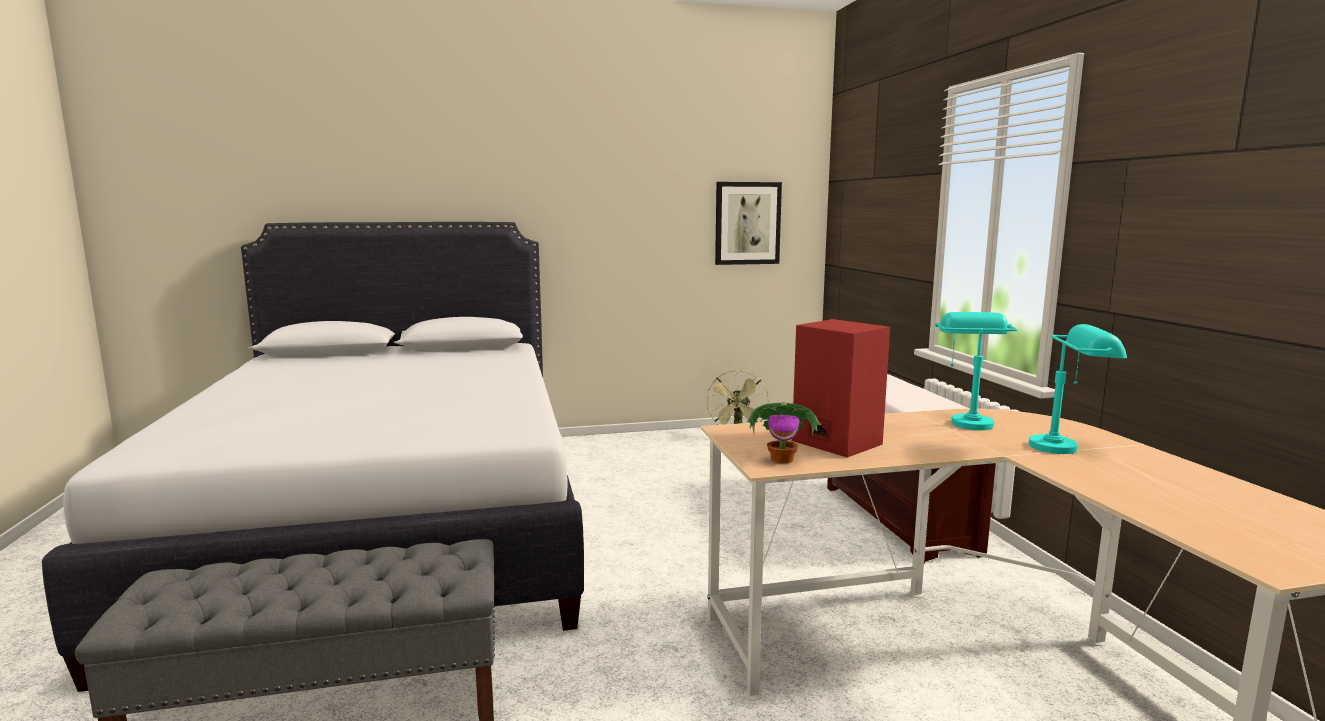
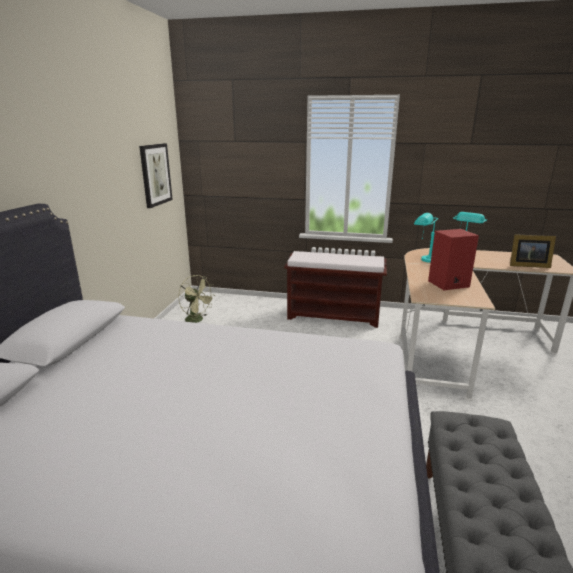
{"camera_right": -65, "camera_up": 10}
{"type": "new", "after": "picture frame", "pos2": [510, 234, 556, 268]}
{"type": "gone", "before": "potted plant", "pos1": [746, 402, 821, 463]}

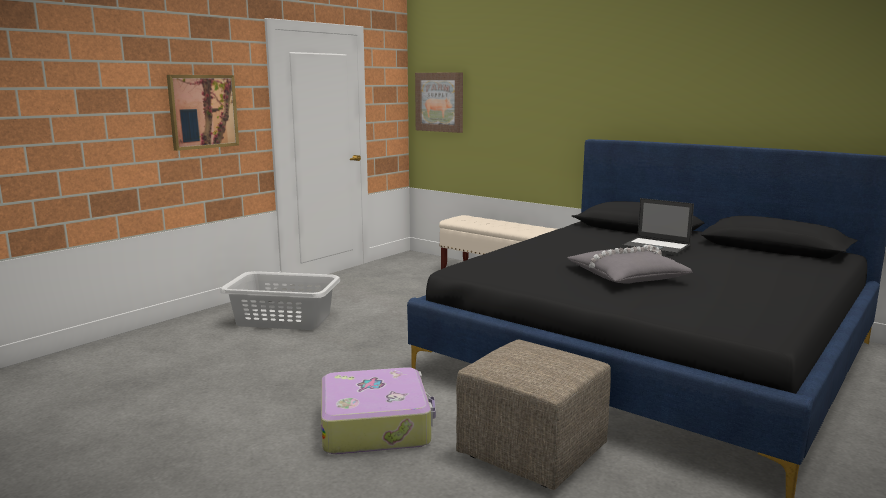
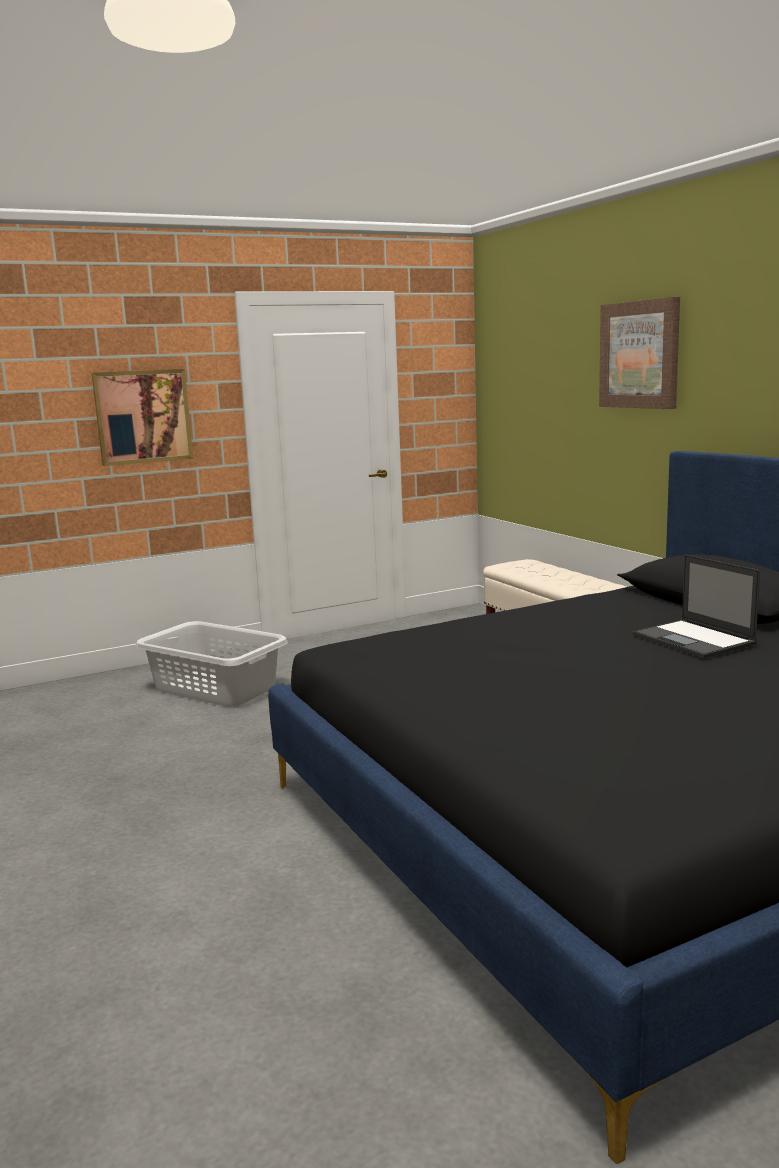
{"camera_right": 25, "camera_up": 0}
{"type": "shifted", "before": "picture", "pos1": [415, 72, 463, 133], "pos2": [599, 297, 680, 409]}
{"type": "gone", "before": "suitcase", "pos1": [321, 367, 436, 454]}
{"type": "gone", "before": "ottoman (beige)", "pos1": [456, 339, 611, 490]}
{"type": "gone", "before": "pillow (grey)", "pos1": [567, 245, 692, 284]}

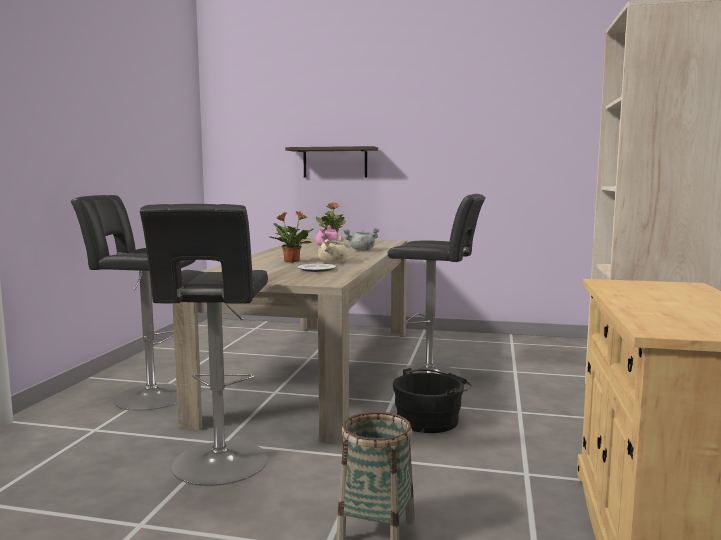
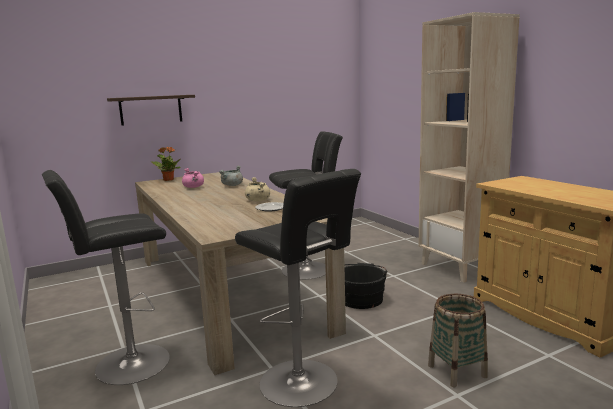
{"camera_right": -40, "camera_up": 5}
{"type": "gone", "before": "potted plant", "pos1": [270, 211, 313, 263]}

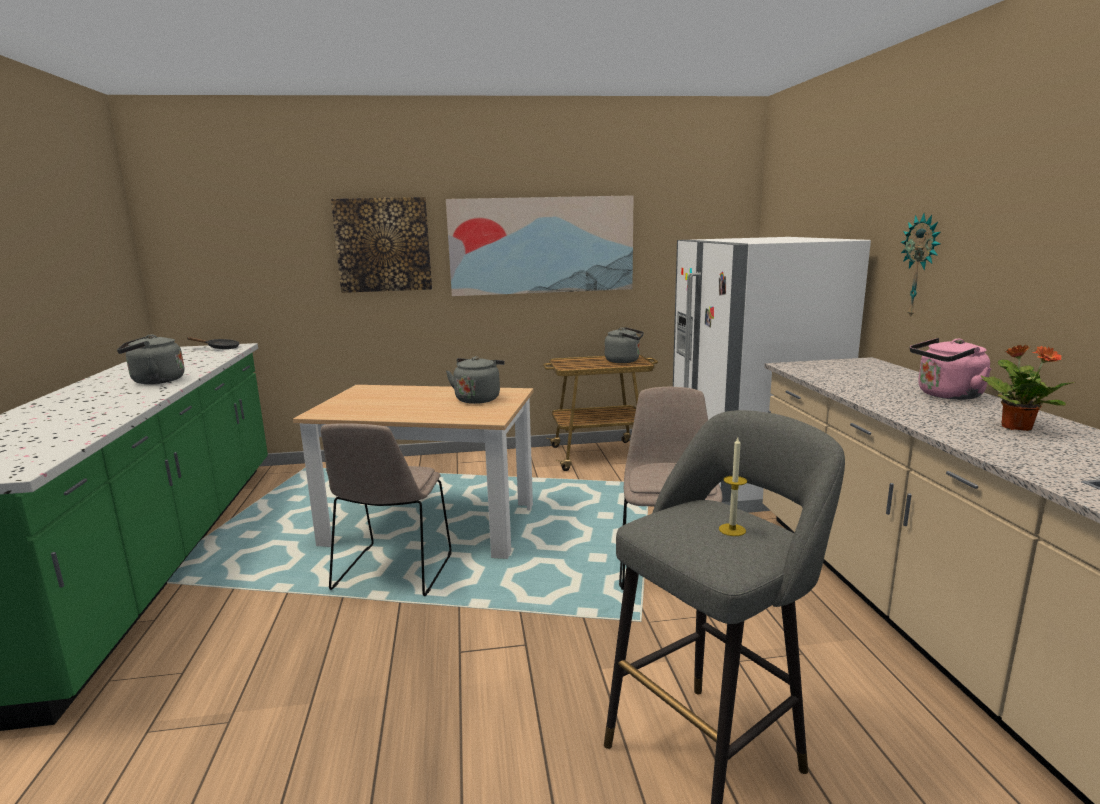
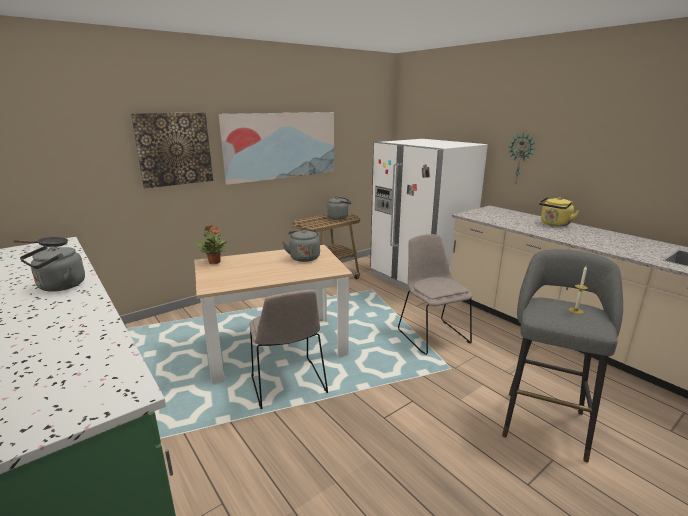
{"camera_right": -30, "camera_up": 5}
{"type": "shifted", "before": "potted plant", "pos1": [981, 344, 1074, 431], "pos2": [194, 225, 227, 264]}
{"type": "repainted", "before": "kettle (pink)", "after": "kettle (yellow)", "pos1": [910, 338, 992, 400], "pos2": [539, 197, 579, 226]}

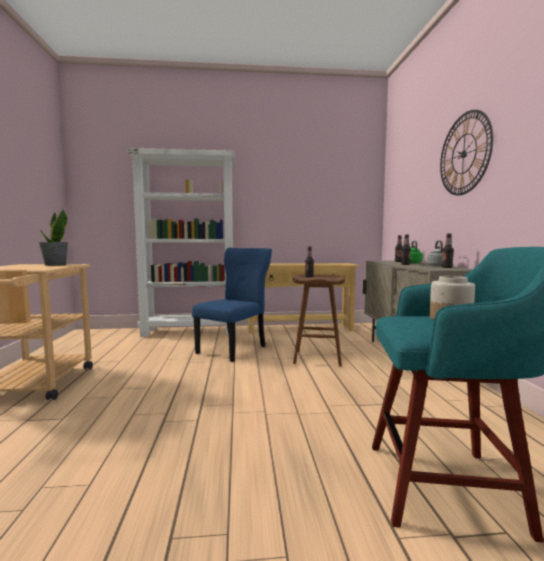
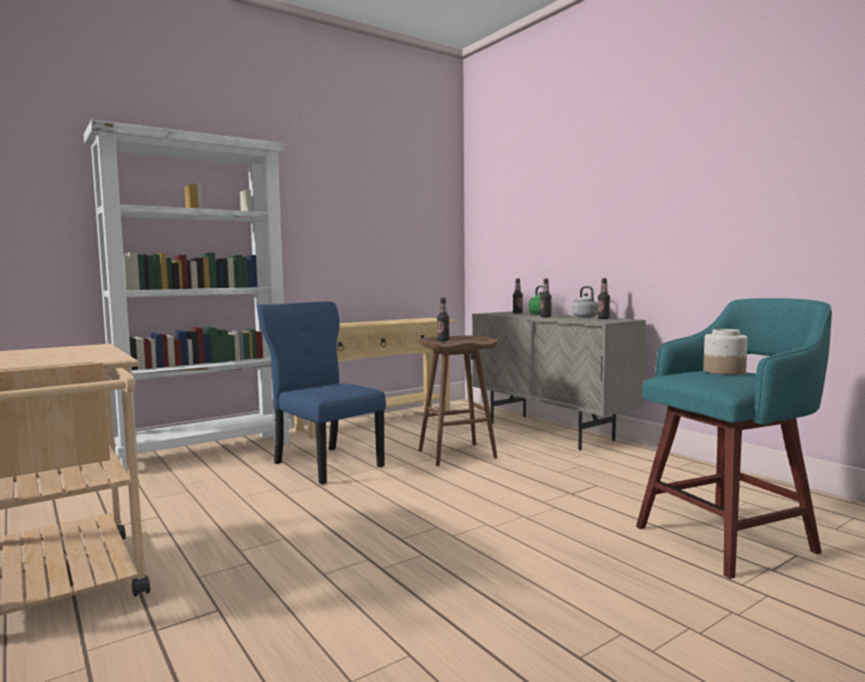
{"camera_right": -30, "camera_up": 0}
{"type": "rotated", "before": "chair (blue)", "pos1": [192, 248, 272, 362], "pos2": [257, 302, 386, 485], "turn": -45}
{"type": "gone", "before": "potted plant", "pos1": [39, 209, 68, 266]}
{"type": "gone", "before": "wall clock", "pos1": [440, 110, 493, 196]}

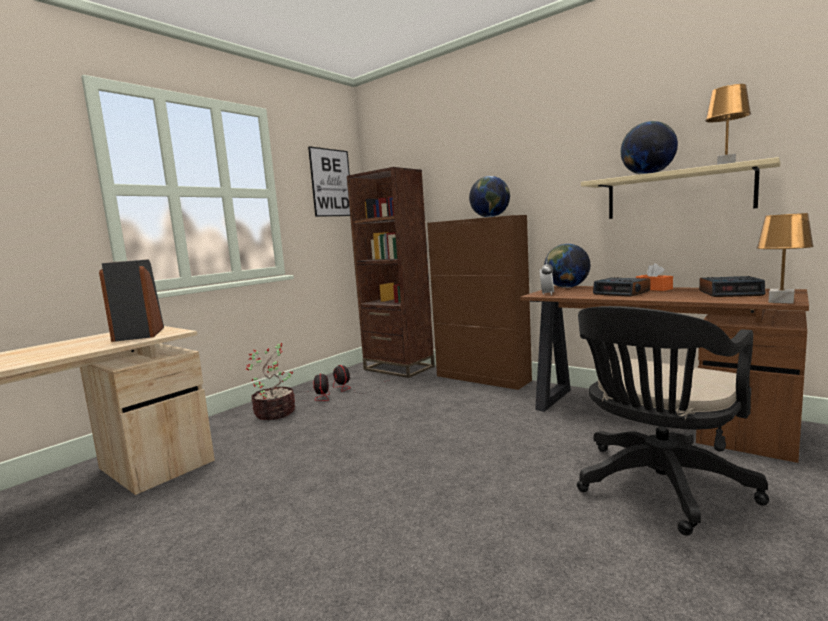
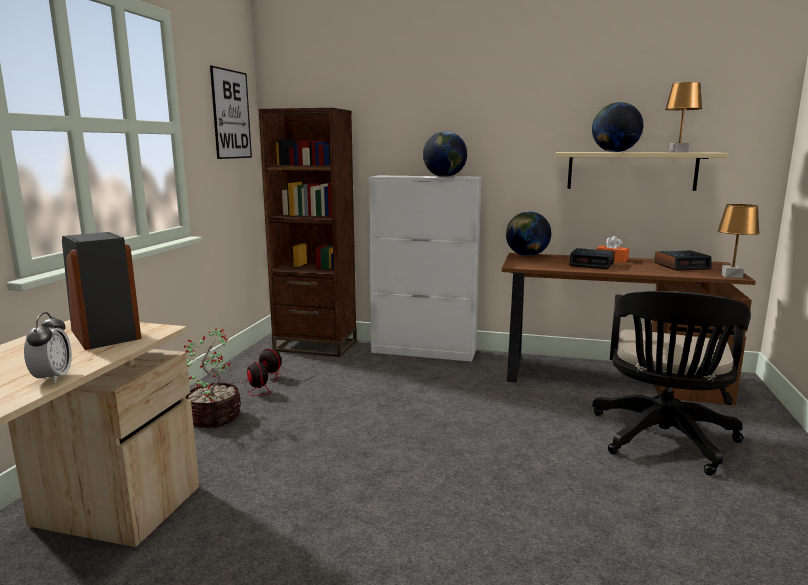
{"camera_right": -25, "camera_up": 5}
{"type": "shifted", "before": "alarm clock", "pos1": [540, 260, 554, 295], "pos2": [24, 312, 72, 383]}
{"type": "repainted", "before": "cabinet (brown)", "after": "cabinet (white)", "pos1": [427, 215, 532, 390], "pos2": [368, 176, 482, 362]}

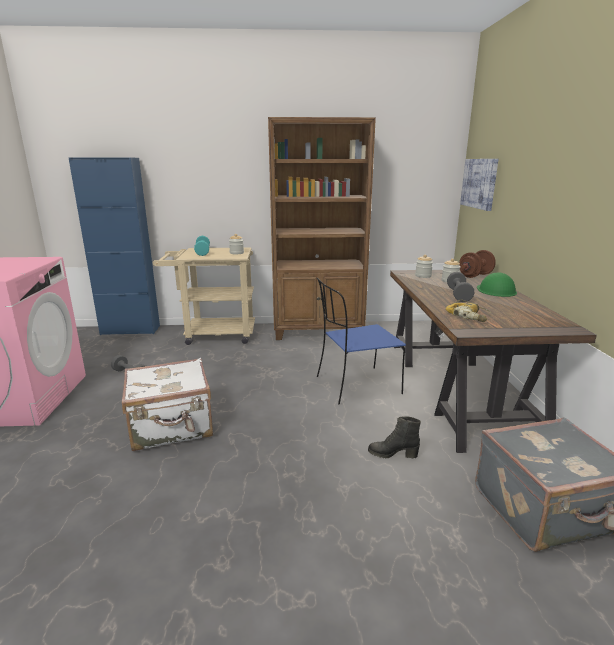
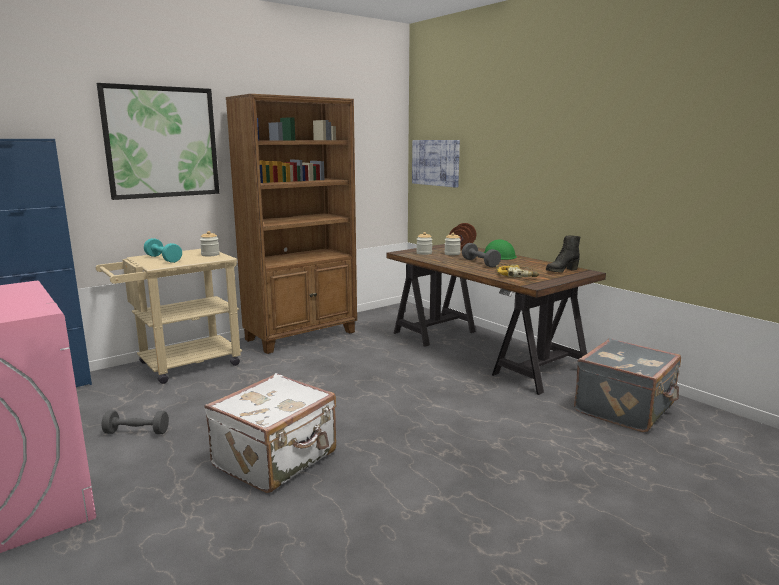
{"camera_right": -35, "camera_up": -5}
{"type": "new", "after": "picture", "pos2": [97, 83, 219, 200]}
{"type": "shifted", "before": "boot (black)", "pos1": [368, 416, 421, 459], "pos2": [546, 236, 580, 273]}
{"type": "gone", "before": "chair (blue)", "pos1": [317, 278, 406, 404]}

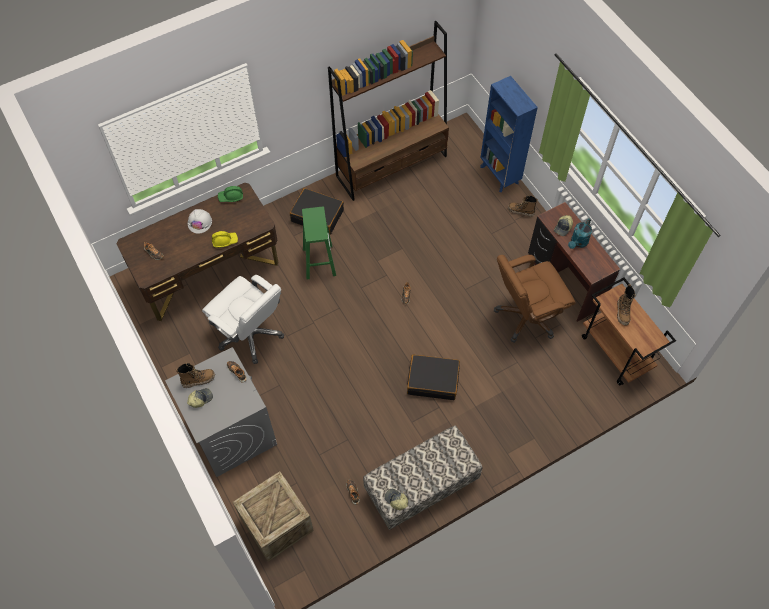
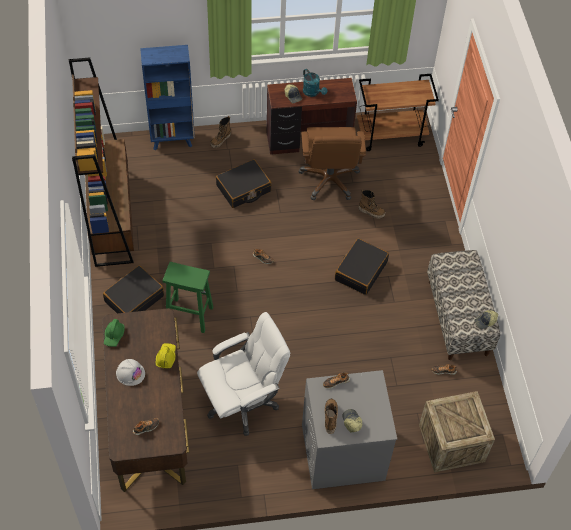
{"camera_right": -70, "camera_up": -5}
{"type": "new", "after": "suitcase (black)", "pos2": [216, 159, 271, 208]}
{"type": "shifted", "before": "boot", "pos1": [617, 284, 636, 325], "pos2": [358, 190, 386, 219]}

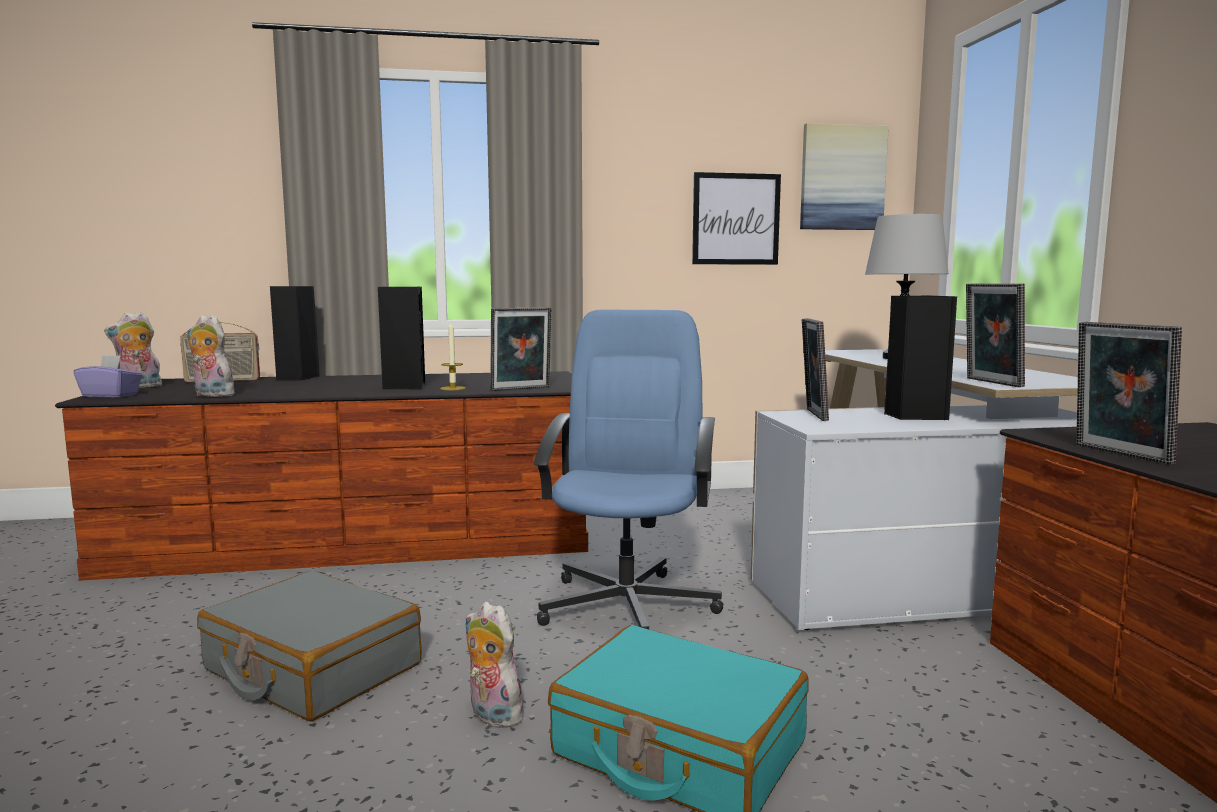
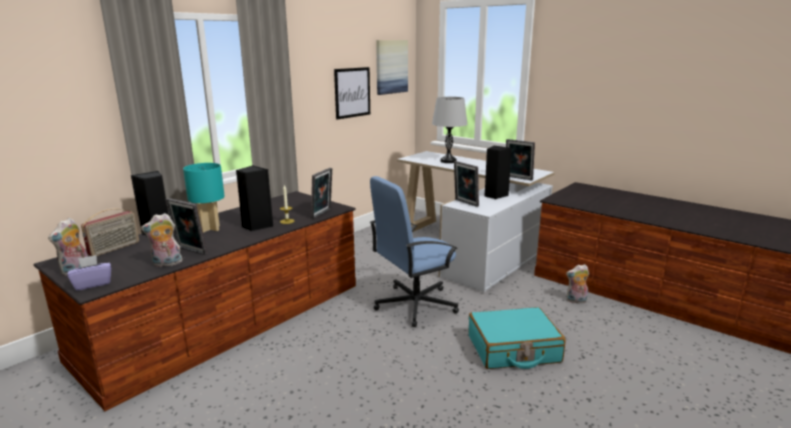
{"camera_right": -40, "camera_up": 10}
{"type": "shifted", "before": "picture frame", "pos1": [1076, 322, 1182, 465], "pos2": [165, 198, 207, 255]}
{"type": "new", "after": "table lamp (turquoise)", "pos2": [183, 163, 225, 233]}
{"type": "rotated", "before": "office chair (blue)", "pos1": [533, 310, 724, 629], "pos2": [370, 176, 459, 327], "turn": -90}
{"type": "shifted", "before": "plush toy", "pos1": [465, 602, 530, 729], "pos2": [566, 264, 589, 303]}
{"type": "gone", "before": "suitcase (grey)", "pos1": [197, 571, 421, 721]}

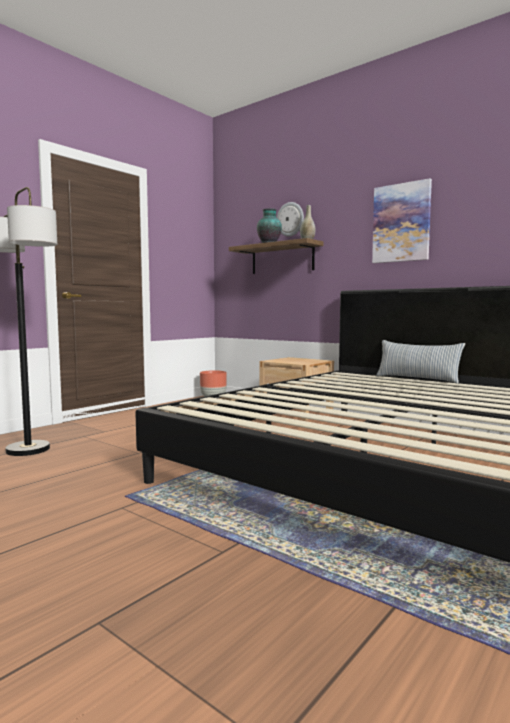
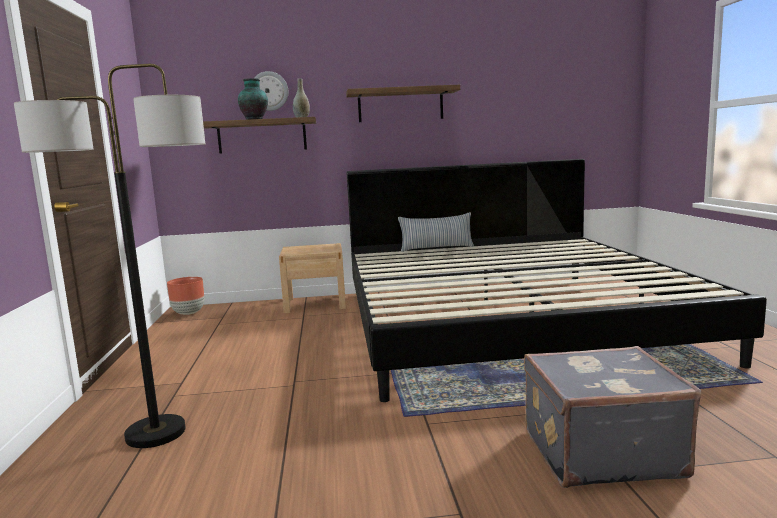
{"camera_right": -45, "camera_up": 5}
{"type": "swapped", "before": "picture", "after": "shelf", "pos1": [372, 178, 432, 263], "pos2": [346, 85, 460, 122]}
{"type": "new", "after": "suitcase (grey)", "pos2": [524, 346, 701, 488]}

